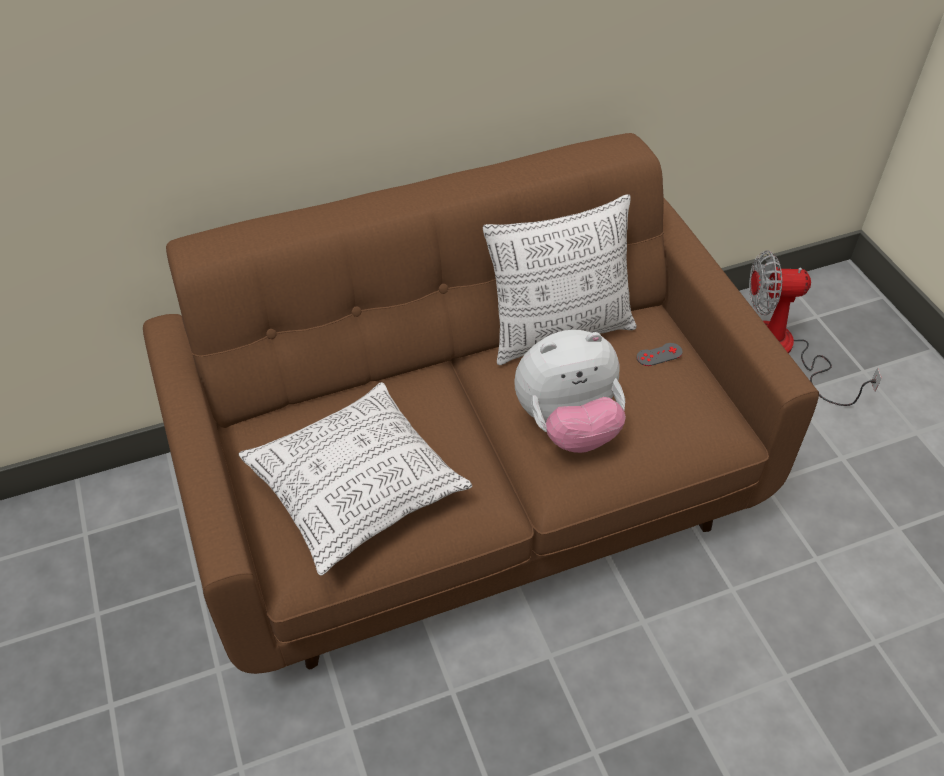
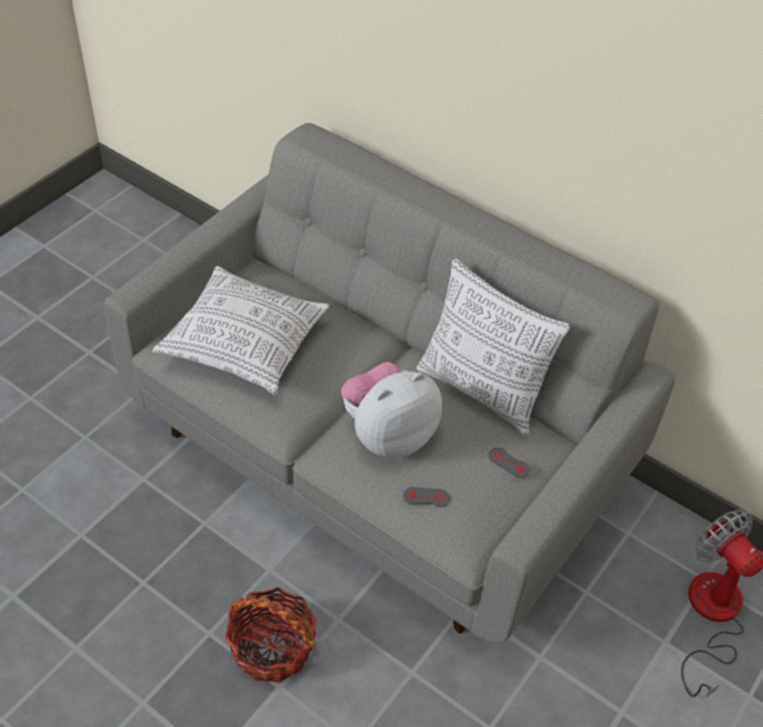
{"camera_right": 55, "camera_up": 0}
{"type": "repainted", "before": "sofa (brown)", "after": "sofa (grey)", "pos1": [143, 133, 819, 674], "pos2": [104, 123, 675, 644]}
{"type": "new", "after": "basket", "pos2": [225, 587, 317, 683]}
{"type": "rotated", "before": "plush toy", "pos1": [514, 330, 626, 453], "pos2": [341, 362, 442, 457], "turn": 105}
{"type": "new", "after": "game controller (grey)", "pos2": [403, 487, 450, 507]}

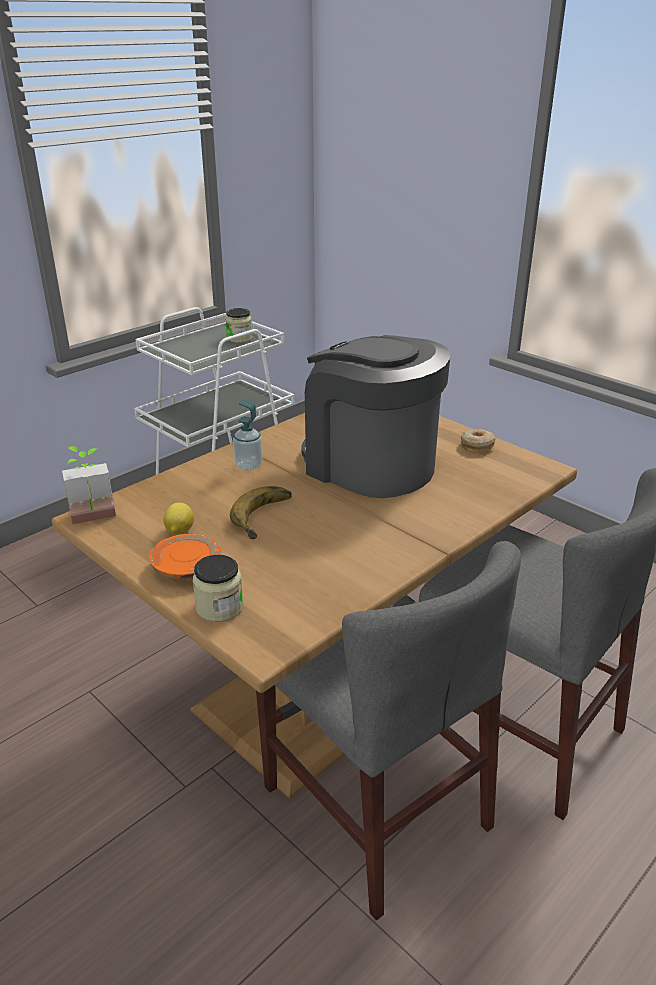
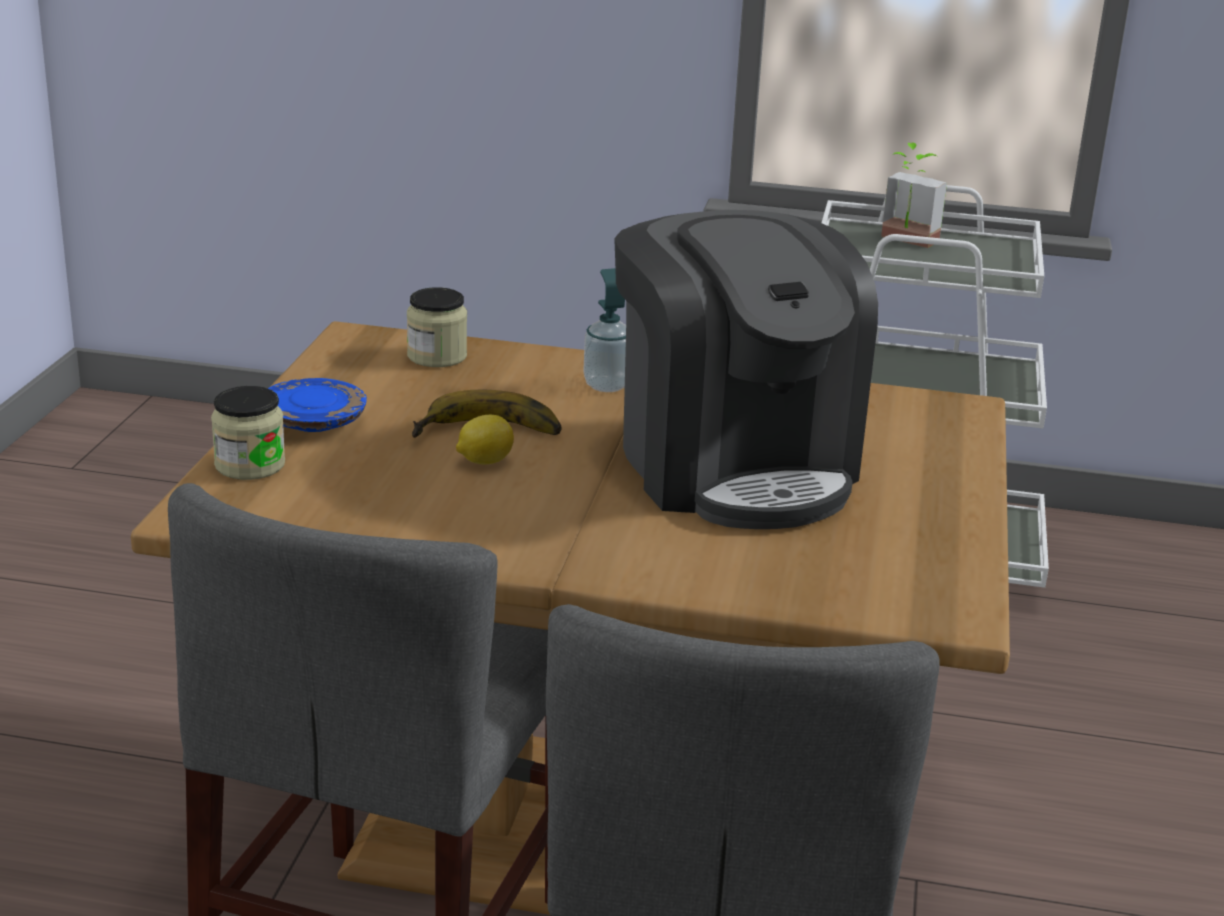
{"camera_right": 55, "camera_up": -5}
{"type": "repainted", "before": "plate (orange)", "after": "plate (blue)", "pos1": [149, 534, 222, 579], "pos2": [268, 378, 367, 432]}
{"type": "shifted", "before": "jar", "pos1": [225, 308, 253, 343], "pos2": [407, 287, 467, 367]}
{"type": "shifted", "before": "lemon", "pos1": [164, 502, 194, 535], "pos2": [456, 415, 514, 464]}
{"type": "rotated", "before": "coffee machine", "pos1": [301, 335, 451, 498], "pos2": [614, 210, 878, 529], "turn": 150}
{"type": "shifted", "before": "potted plant", "pos1": [62, 446, 116, 524], "pos2": [881, 142, 947, 248]}
{"type": "gone", "before": "donut", "pos1": [461, 429, 496, 453]}

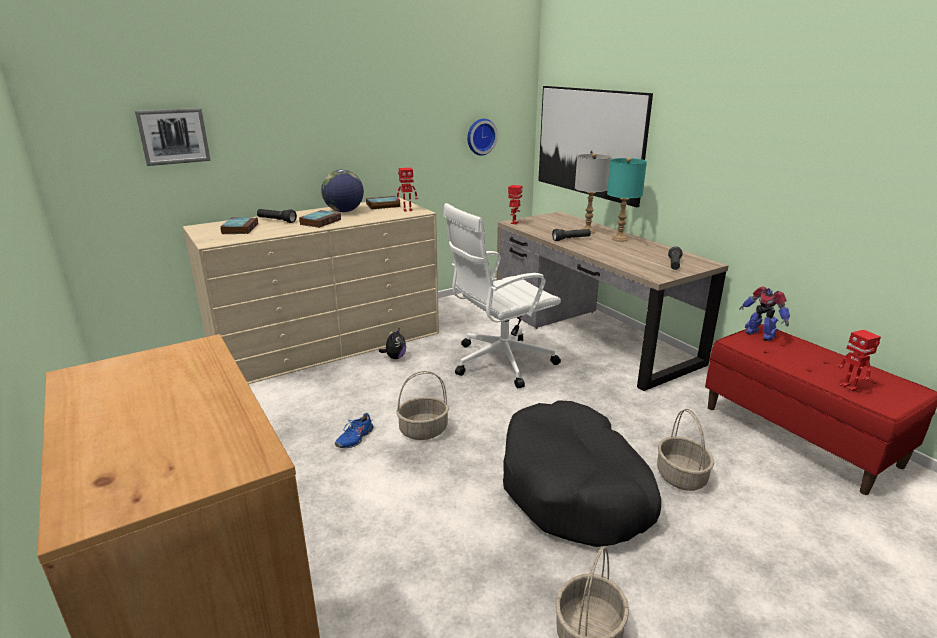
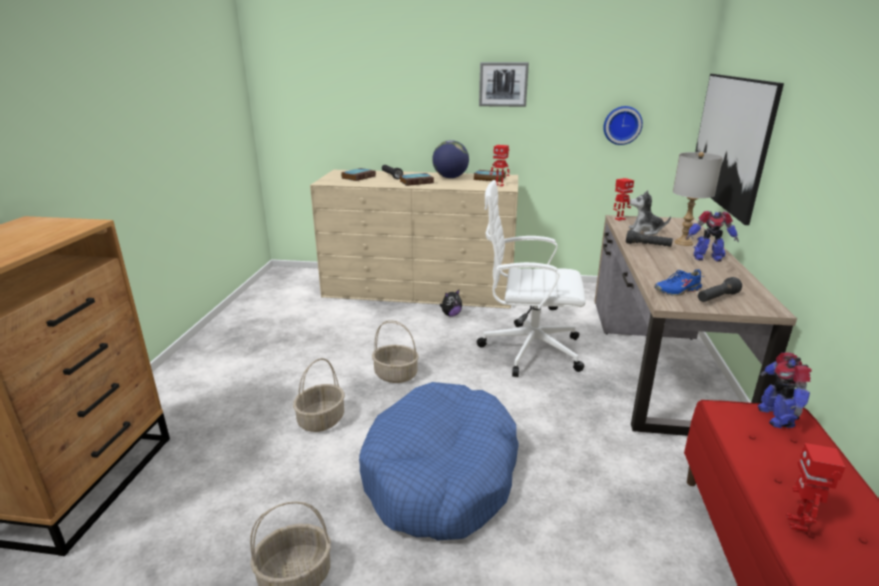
{"camera_right": 40, "camera_up": 0}
{"type": "shifted", "before": "basket", "pos1": [657, 409, 714, 491], "pos2": [293, 358, 345, 432]}
{"type": "repainted", "before": "dog bed (black)", "after": "dog bed (blue)", "pos1": [503, 400, 661, 547], "pos2": [359, 382, 519, 540]}
{"type": "shifted", "before": "picture", "pos1": [135, 108, 211, 166], "pos2": [479, 62, 529, 107]}
{"type": "new", "after": "plush toy", "pos2": [629, 190, 671, 235]}
{"type": "shifted", "before": "shoe (blue)", "pos1": [335, 413, 374, 448], "pos2": [654, 269, 704, 296]}
{"type": "swapped", "before": "table lamp (turquoise)", "after": "toy robot", "pos1": [607, 157, 647, 242], "pos2": [686, 211, 739, 262]}

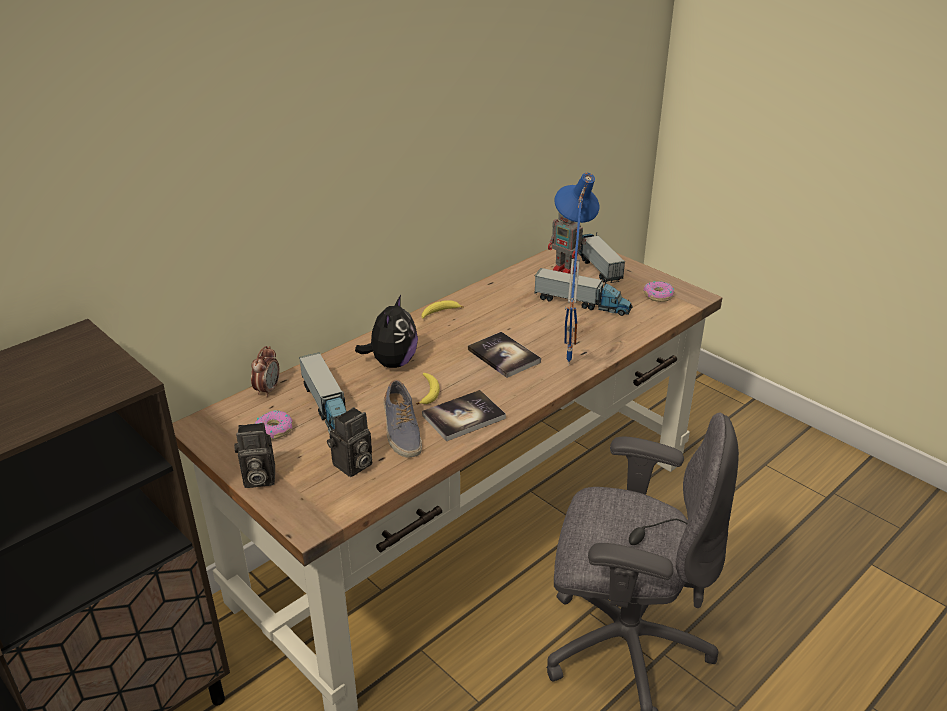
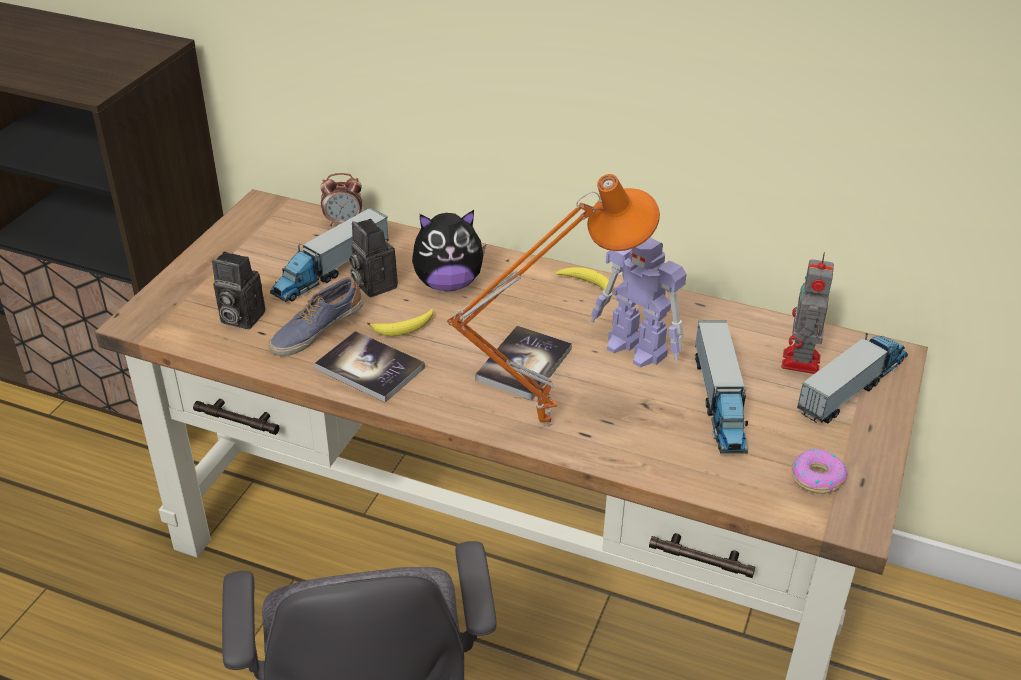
{"camera_right": 65, "camera_up": 5}
{"type": "shifted", "before": "photo camera", "pos1": [234, 423, 275, 488], "pos2": [349, 219, 398, 297]}
{"type": "repainted", "before": "table lamp (blue)", "after": "table lamp (orange)", "pos1": [554, 173, 599, 366], "pos2": [447, 174, 660, 428]}
{"type": "new", "after": "toy robot", "pos2": [591, 238, 687, 368]}
{"type": "gone", "before": "donut", "pos1": [254, 410, 293, 440]}

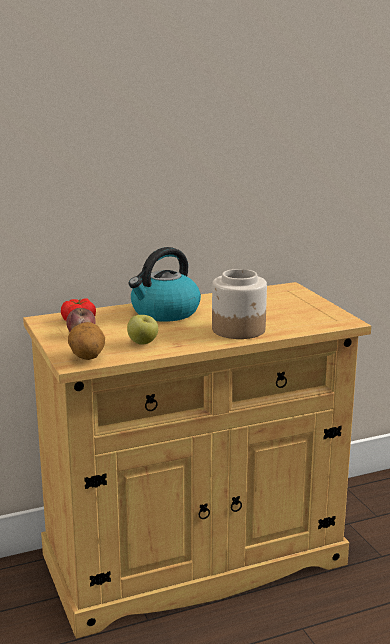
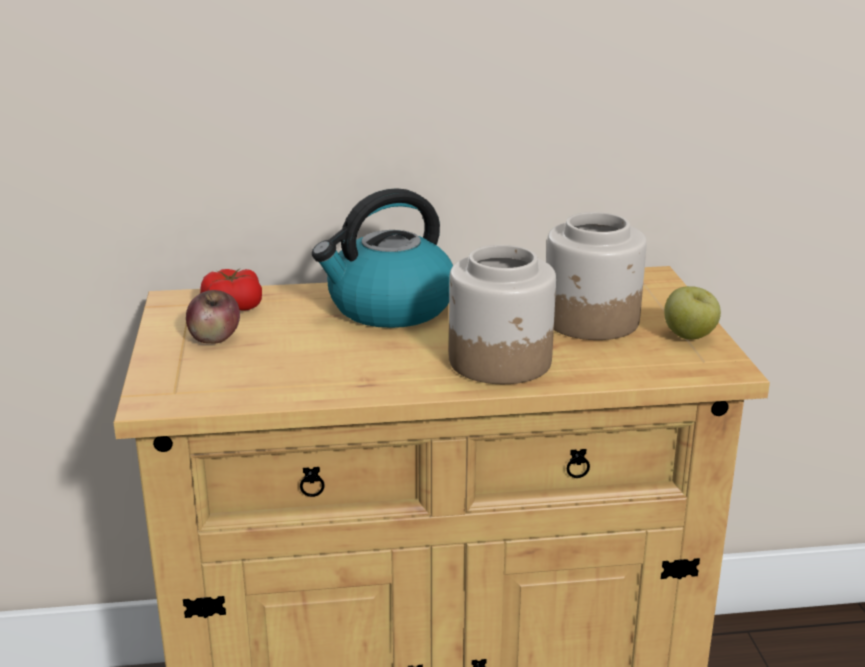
{"camera_right": 15, "camera_up": 5}
{"type": "new", "after": "jar", "pos2": [546, 212, 647, 340]}
{"type": "shifted", "before": "apple", "pos1": [127, 315, 158, 345], "pos2": [664, 286, 721, 340]}
{"type": "gone", "before": "potato", "pos1": [68, 322, 105, 360]}

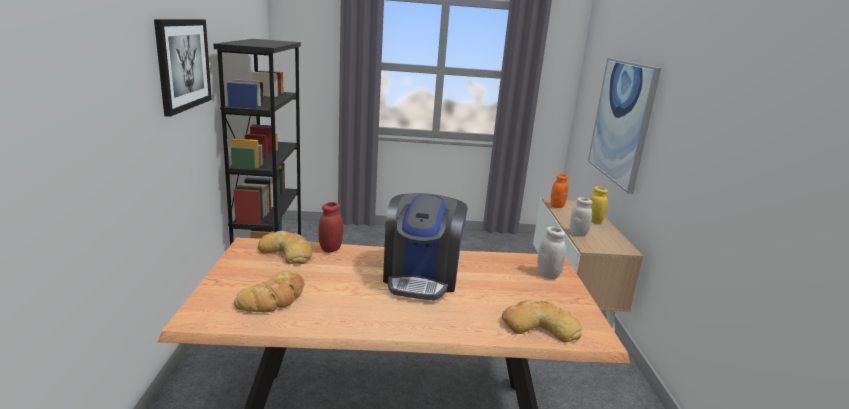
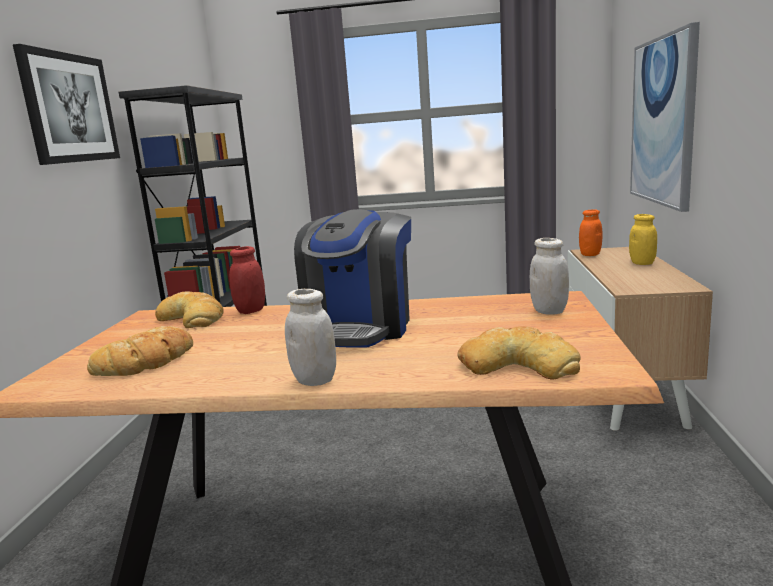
{"camera_right": 10, "camera_up": -5}
{"type": "shifted", "before": "jar (white)", "pos1": [570, 197, 593, 236], "pos2": [285, 289, 336, 386]}

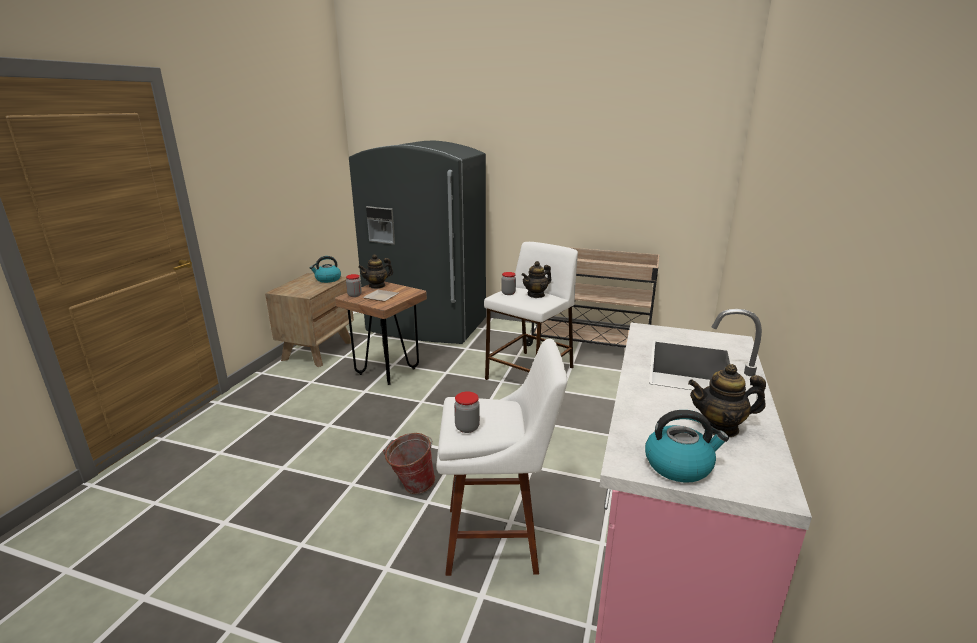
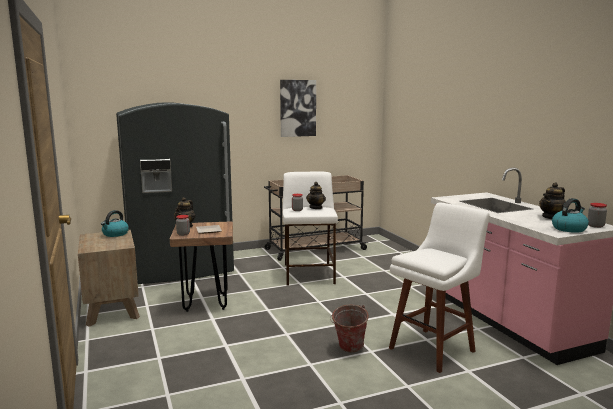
{"camera_right": -40, "camera_up": -10}
{"type": "new", "after": "picture", "pos2": [280, 80, 316, 137]}
{"type": "shifted", "before": "jar", "pos1": [454, 391, 480, 433], "pos2": [588, 203, 607, 228]}

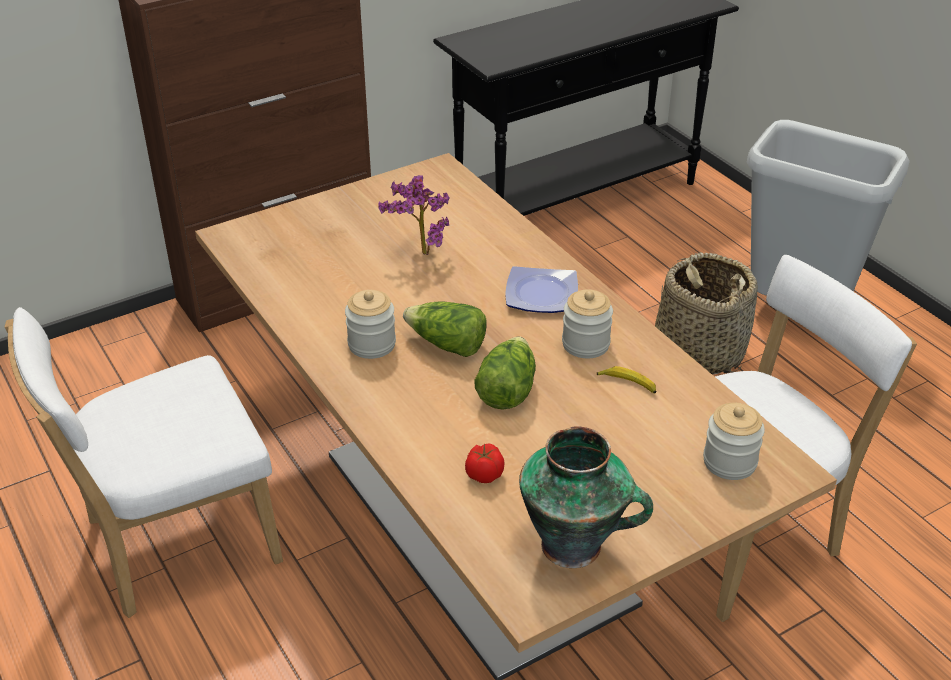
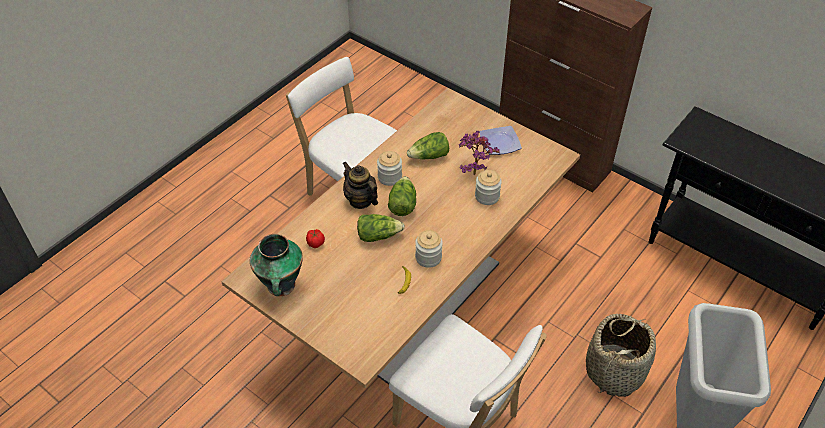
{"camera_right": 70, "camera_up": 10}
{"type": "new", "after": "teapot", "pos2": [343, 161, 378, 209]}
{"type": "new", "after": "lettuce", "pos2": [407, 132, 449, 159]}
{"type": "shifted", "before": "jar", "pos1": [703, 403, 765, 480], "pos2": [475, 170, 502, 205]}
{"type": "shifted", "before": "plate", "pos1": [505, 266, 578, 313], "pos2": [479, 126, 522, 155]}

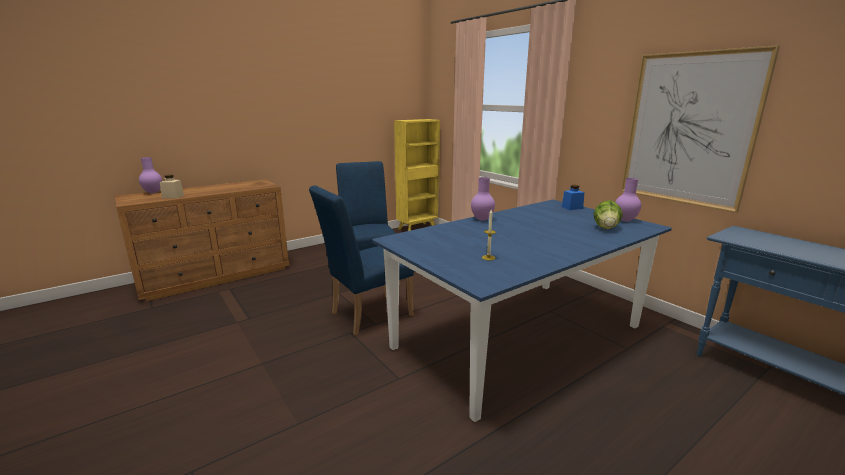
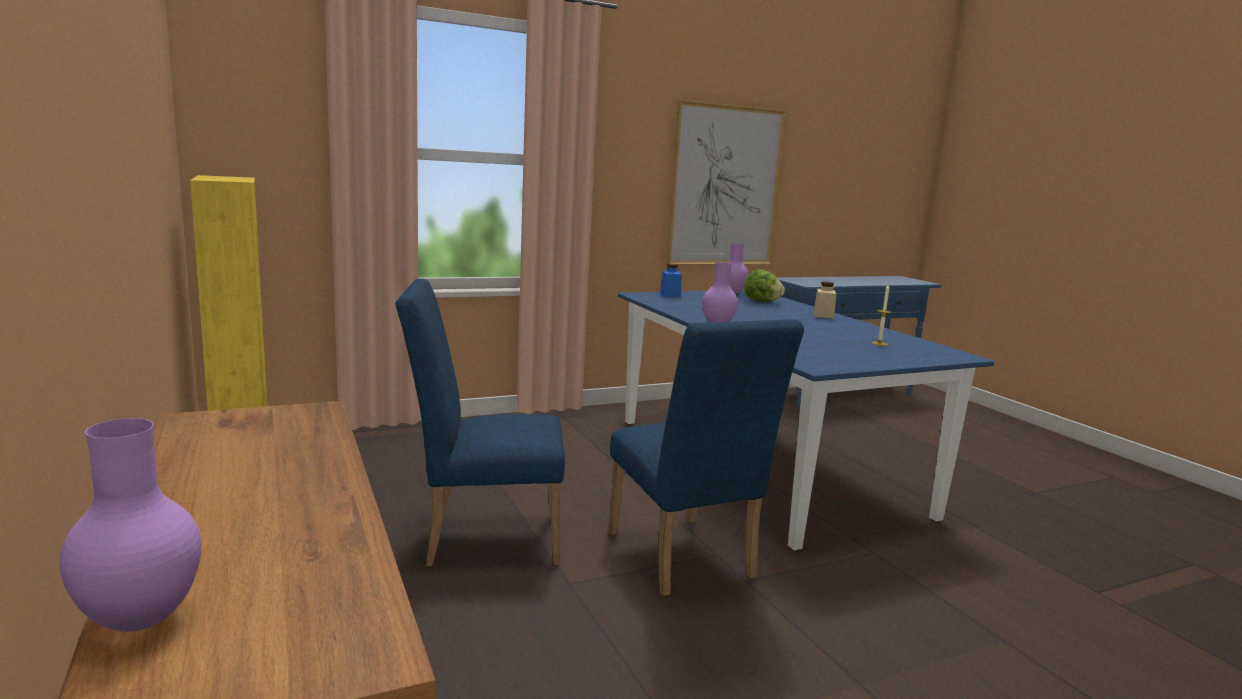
{"camera_right": -80, "camera_up": -5}
{"type": "shifted", "before": "jar (beige)", "pos1": [160, 175, 184, 198], "pos2": [814, 281, 836, 319]}

